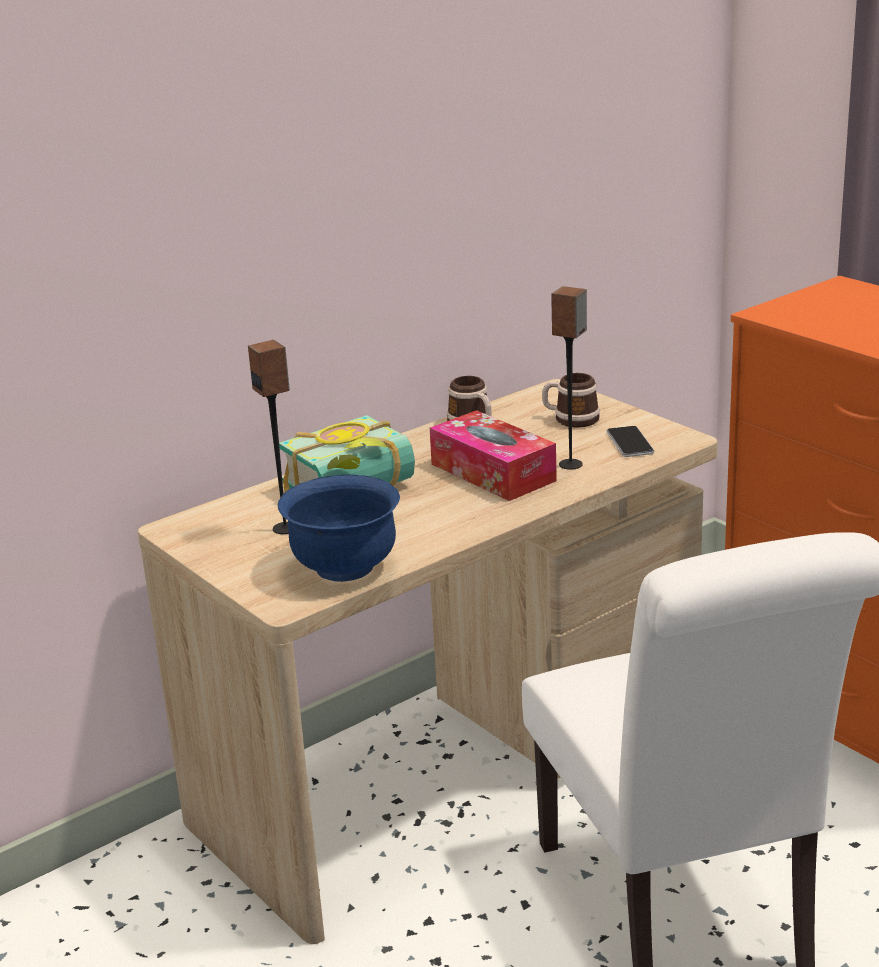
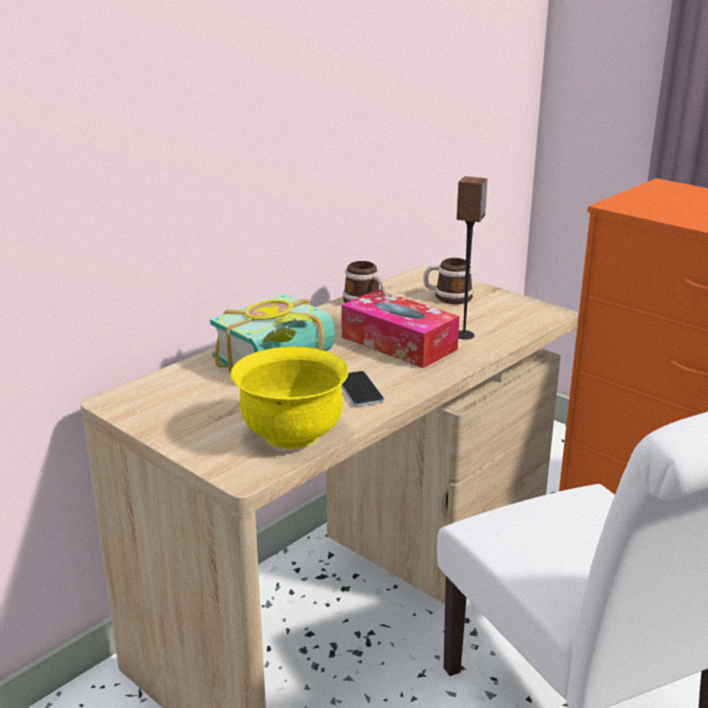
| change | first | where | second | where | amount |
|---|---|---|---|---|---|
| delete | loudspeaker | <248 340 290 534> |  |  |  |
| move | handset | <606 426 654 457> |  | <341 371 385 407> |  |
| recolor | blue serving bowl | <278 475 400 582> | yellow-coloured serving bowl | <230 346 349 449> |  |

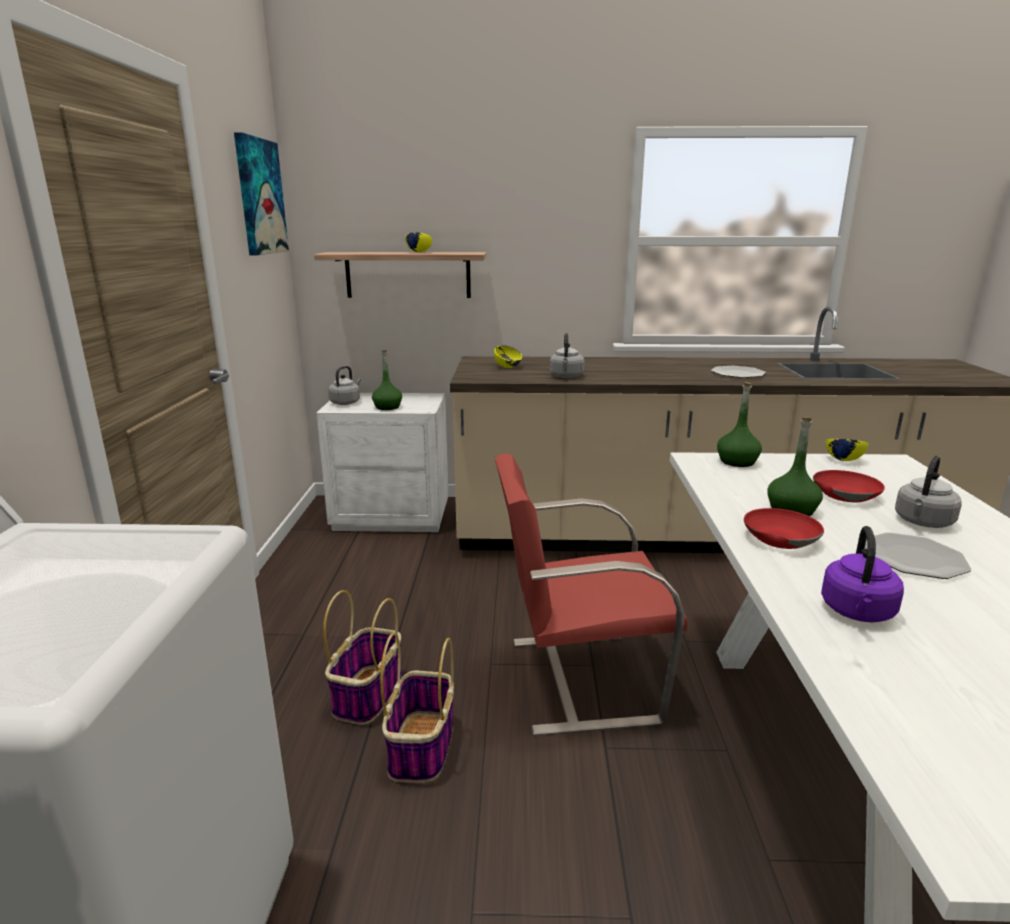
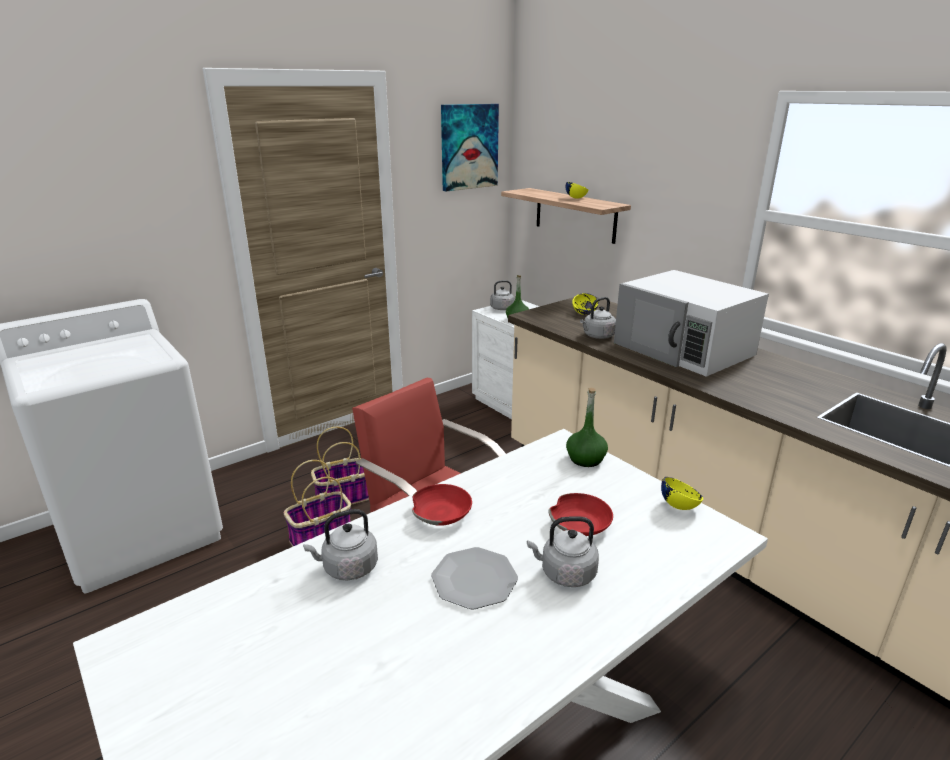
| change | first | where | second | where | amount |
|---|---|---|---|---|---|
| delete | dinner plate | <711 366 766 378> |  |  |  |
| delete | greenish drink bottle | <767 417 823 516> |  |  |  |
| recolor | purple kettle | <821 526 904 622> | greyish kettle | <303 509 378 581> |  |
| insert |  |  | whitish microwave oven | <614 270 769 377> |  |

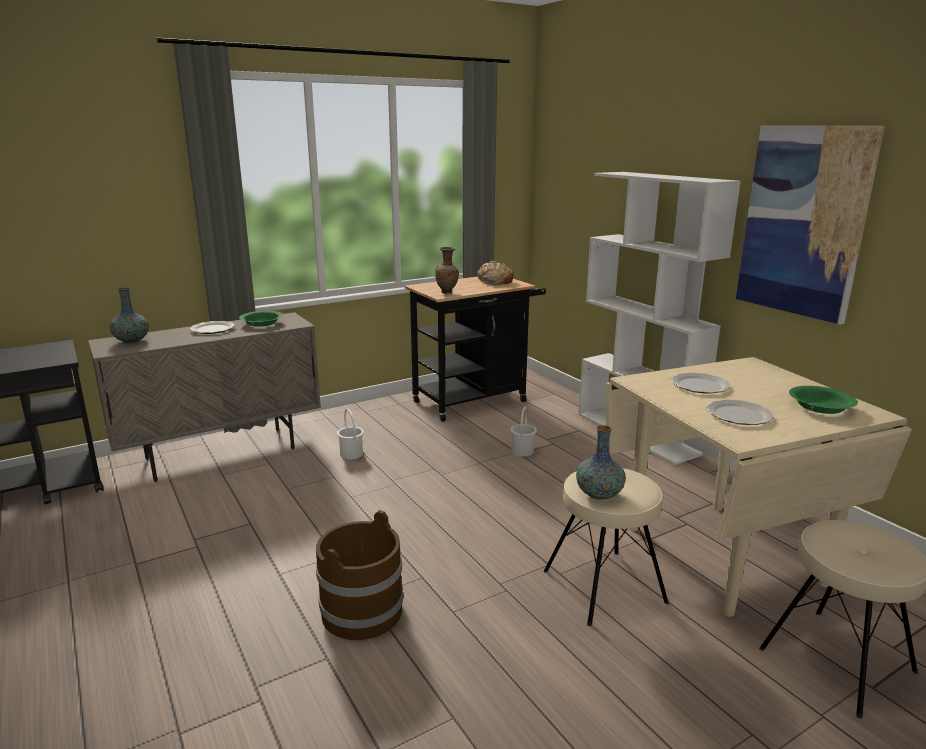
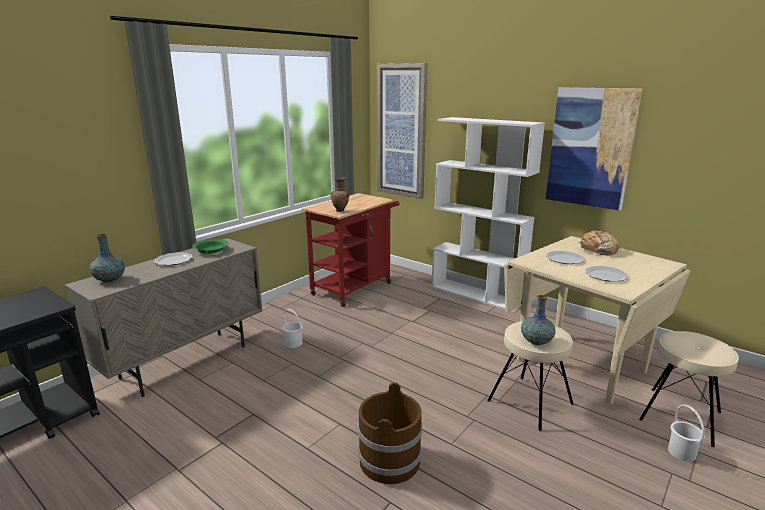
| change | first | where | second | where | amount |
|---|---|---|---|---|---|
| move | baked bread | <477 261 514 285> |  | <579 230 619 255> |  |
| recolor | black-coloured wheeled cart | <405 277 546 422> | red wheeled cart | <302 193 400 307> |  |
| delete | greenish serving bowl | <789 386 858 414> |  |  |  |
| move | whitish water bucket | <510 406 537 456> |  | <668 404 705 462> |  |
| insert |  |  | wall picture | <377 63 427 199> |  |

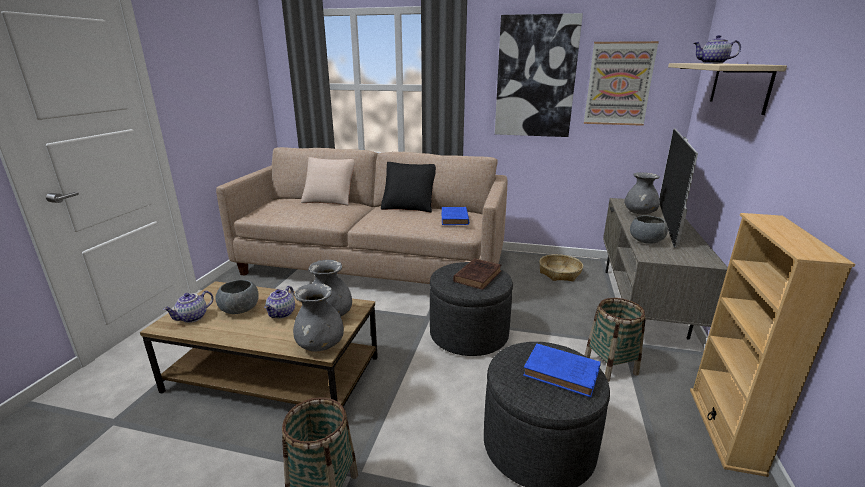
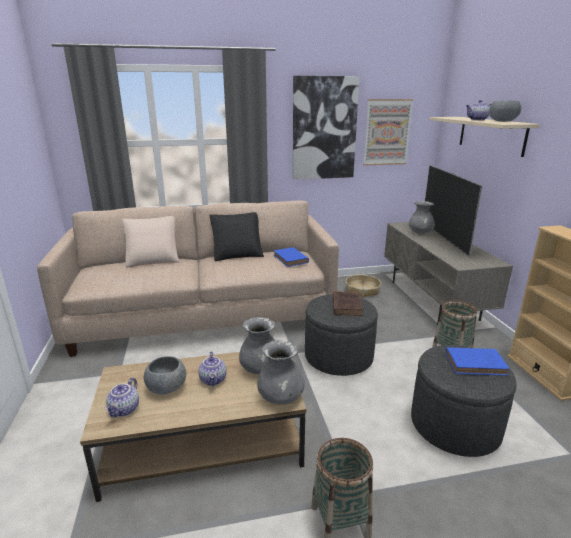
| change | first | where | second | where | amount |
|---|---|---|---|---|---|
| move | greyish serving bowl | <630 215 668 244> |  | <489 100 521 122> |  |

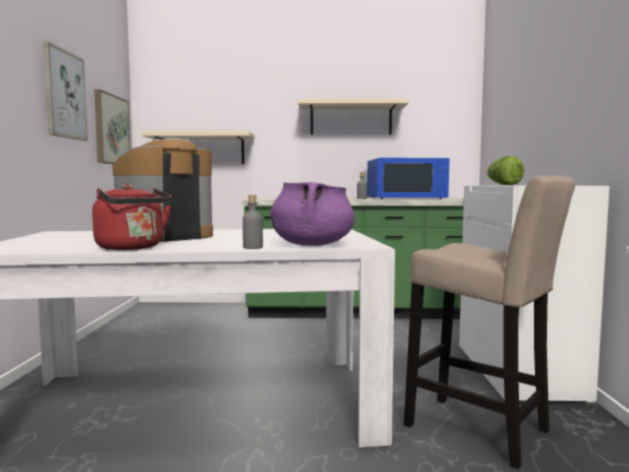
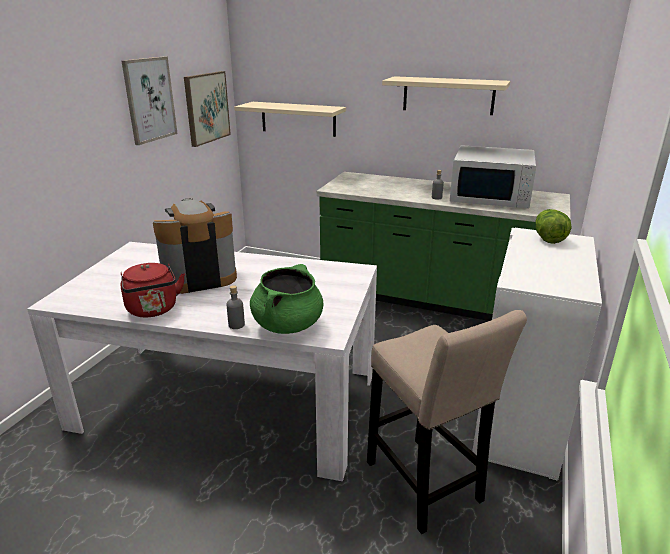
| change | first | where | second | where | amount |
|---|---|---|---|---|---|
| recolor | blue microwave oven | <367 158 449 199> | whitish microwave oven | <450 145 536 209> |  |
| recolor | purple saucepot | <270 182 355 246> | greenish saucepot | <250 264 324 334> |  |

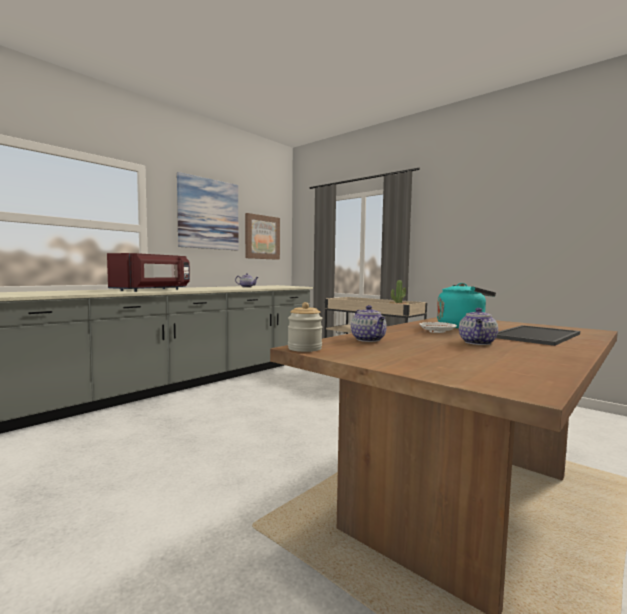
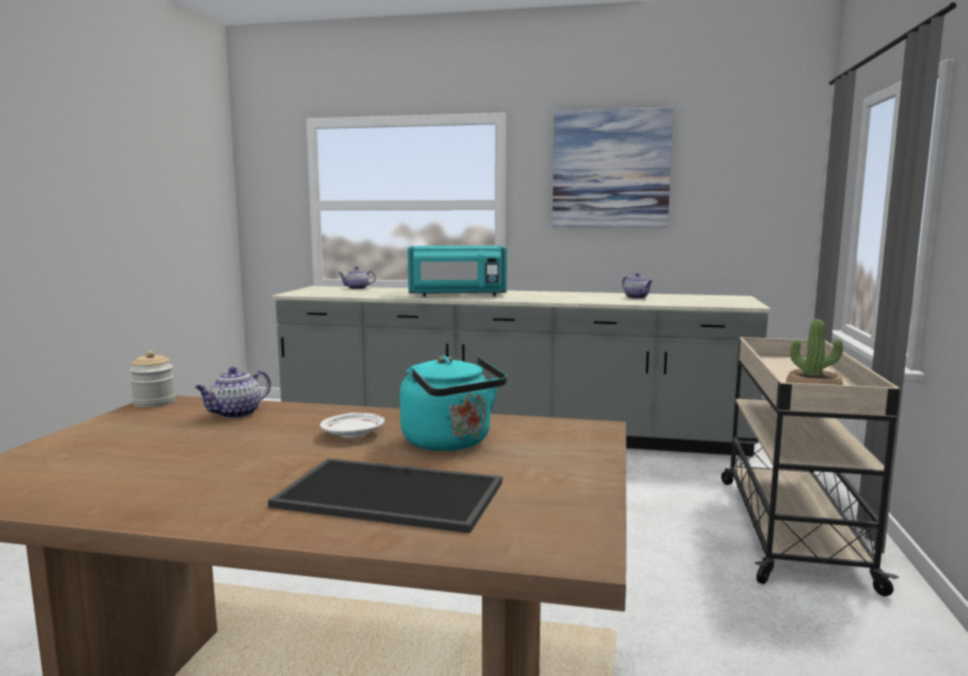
| change | first | where | second | where | amount |
|---|---|---|---|---|---|
| delete | wall picture | <245 213 280 260> |  |  |  |
| recolor | red microwave oven | <107 253 190 292> | turquoise-coloured microwave oven | <408 246 507 297> |  |
| move | tea pot | <459 308 498 345> |  | <339 267 376 289> |  |

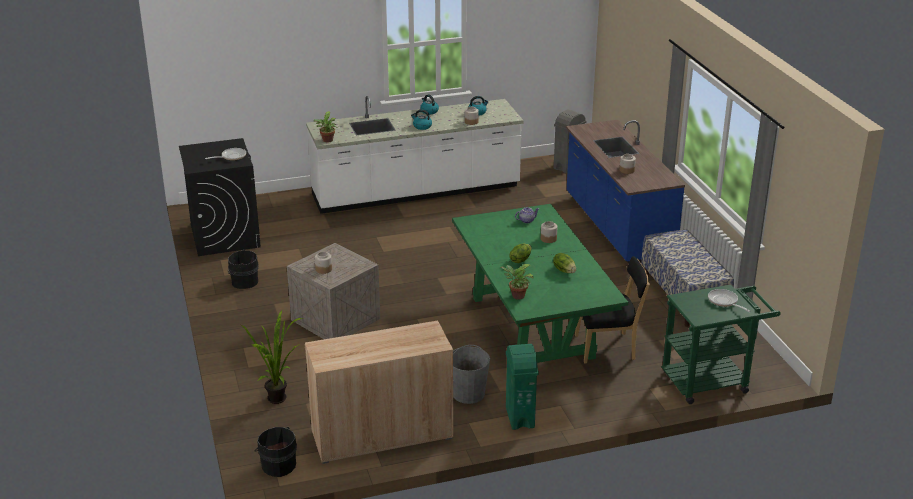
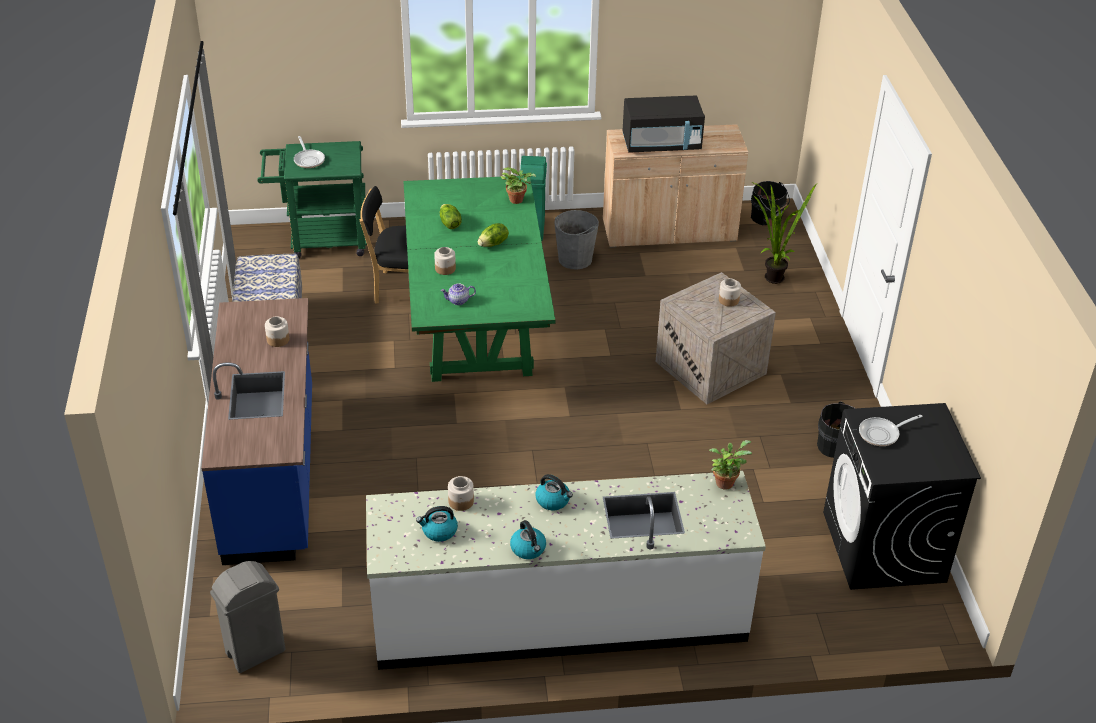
| change | first | where | second | where | amount |
|---|---|---|---|---|---|
| insert |  |  | black-coloured microwave oven | <622 96 705 153> |  |

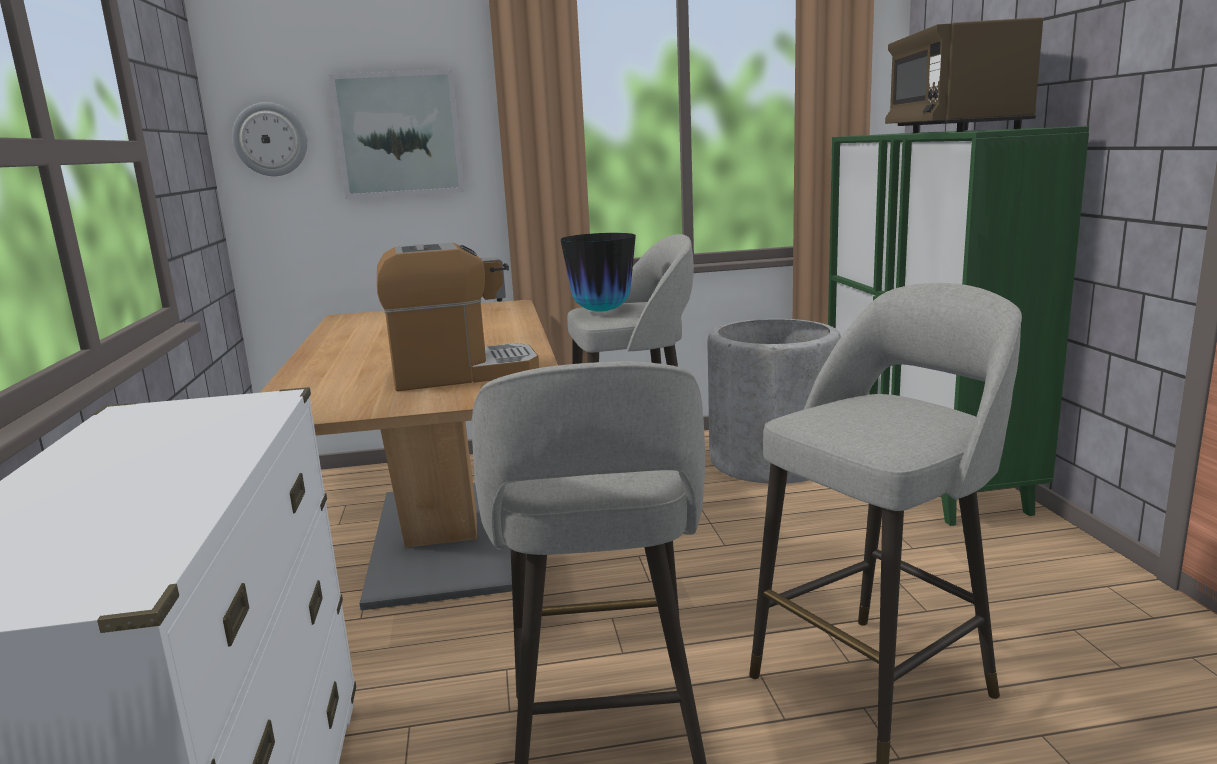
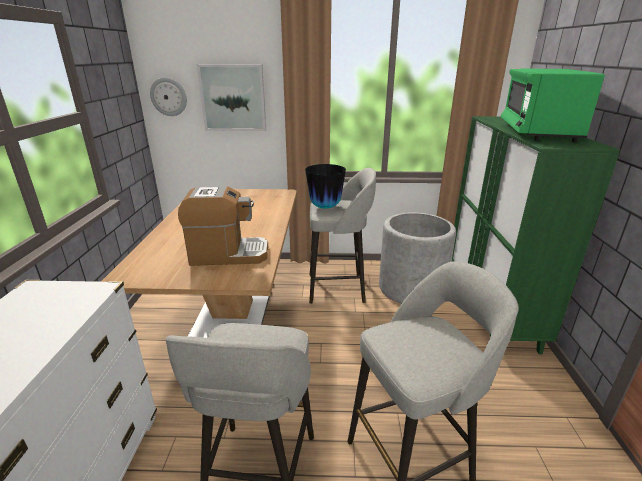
| change | first | where | second | where | amount |
|---|---|---|---|---|---|
| recolor | brown-coloured microwave oven | <885 17 1043 133> | greenish microwave oven | <501 69 605 142> |  |

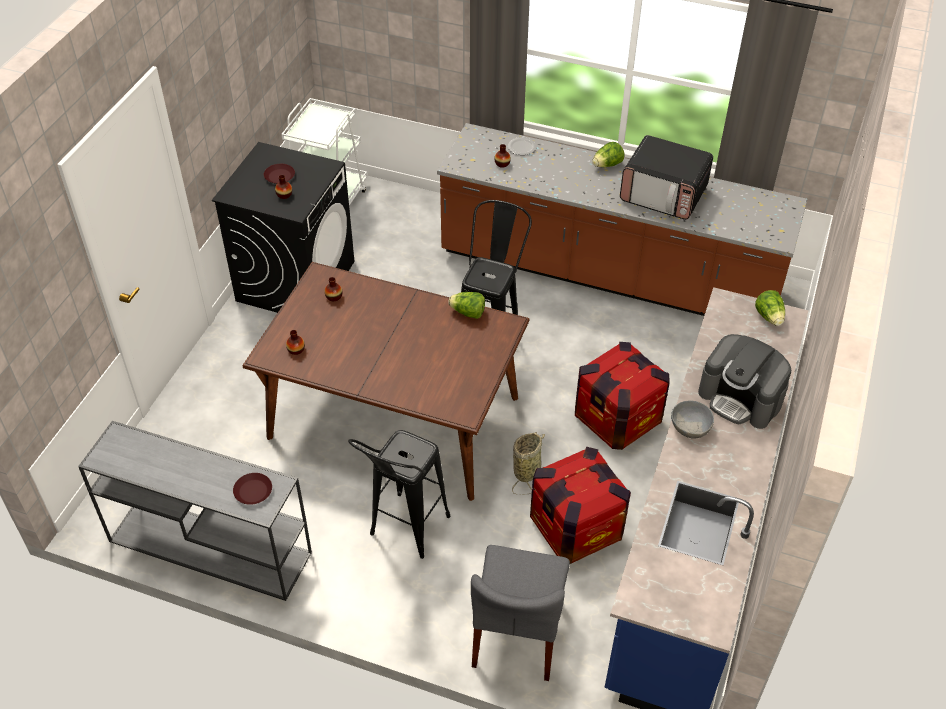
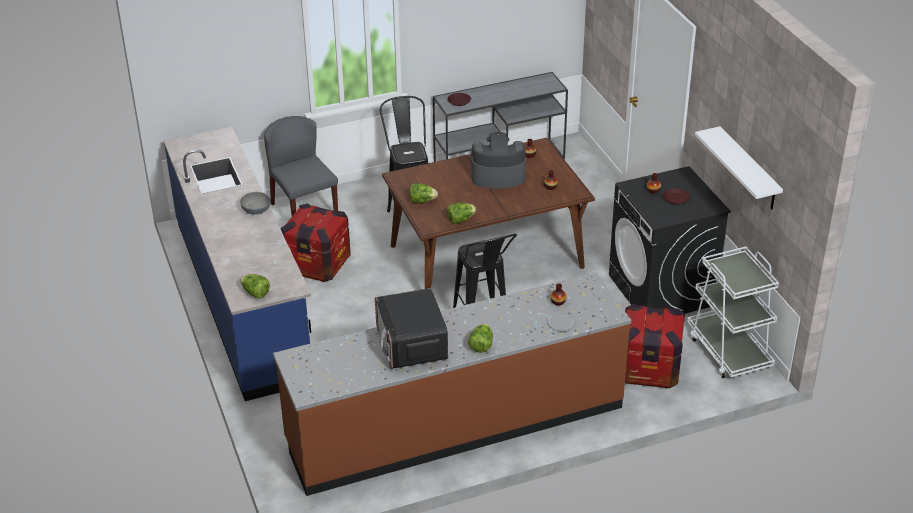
| change | first | where | second | where | amount |
|---|---|---|---|---|---|
| rotate | microwave oven | <620 135 713 220> |  | <375 288 448 369> | 90 degrees counterclockwise |
| move | coffee machine | <698 334 791 429> |  | <471 132 526 189> |  |
| move | shipping crate | <575 342 669 450> |  | <625 304 685 388> |  |
| delete | basket | <512 432 545 495> |  |  |  |
| insert |  |  | whitish shelf | <695 126 783 209> |  |
| insert |  |  | lettuce | <409 183 438 203> |  |

